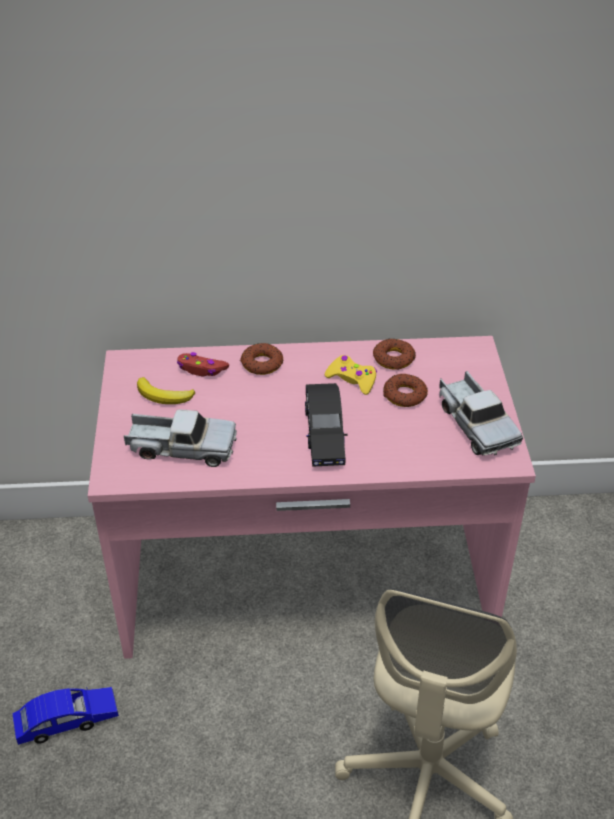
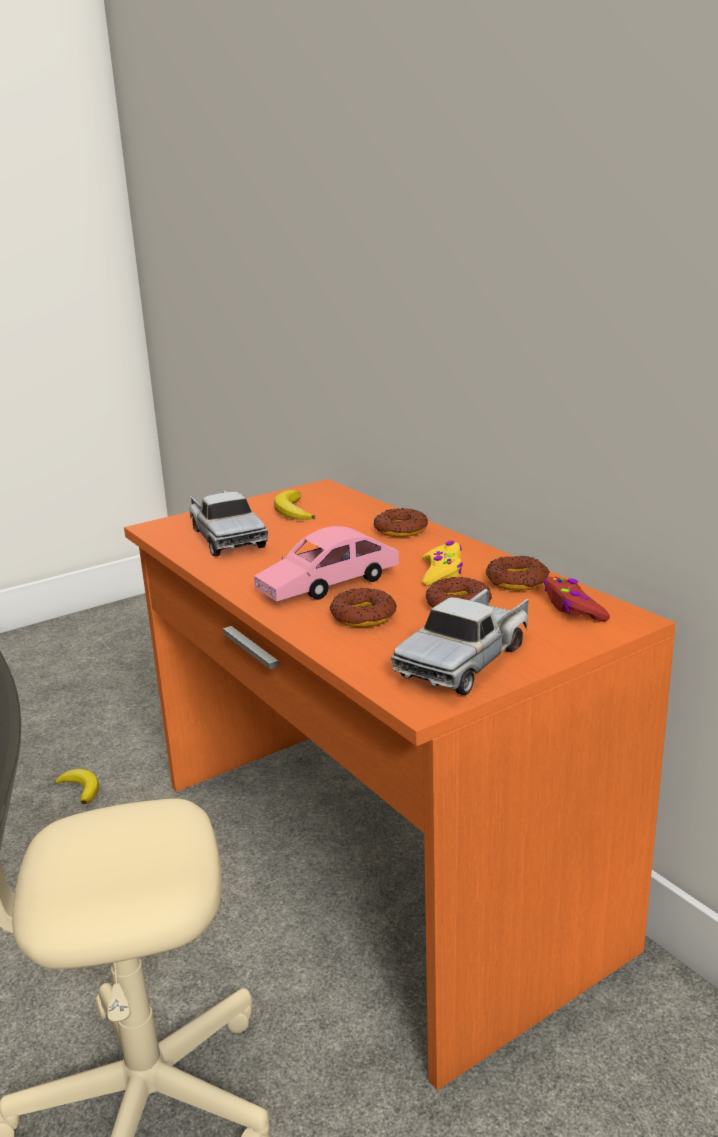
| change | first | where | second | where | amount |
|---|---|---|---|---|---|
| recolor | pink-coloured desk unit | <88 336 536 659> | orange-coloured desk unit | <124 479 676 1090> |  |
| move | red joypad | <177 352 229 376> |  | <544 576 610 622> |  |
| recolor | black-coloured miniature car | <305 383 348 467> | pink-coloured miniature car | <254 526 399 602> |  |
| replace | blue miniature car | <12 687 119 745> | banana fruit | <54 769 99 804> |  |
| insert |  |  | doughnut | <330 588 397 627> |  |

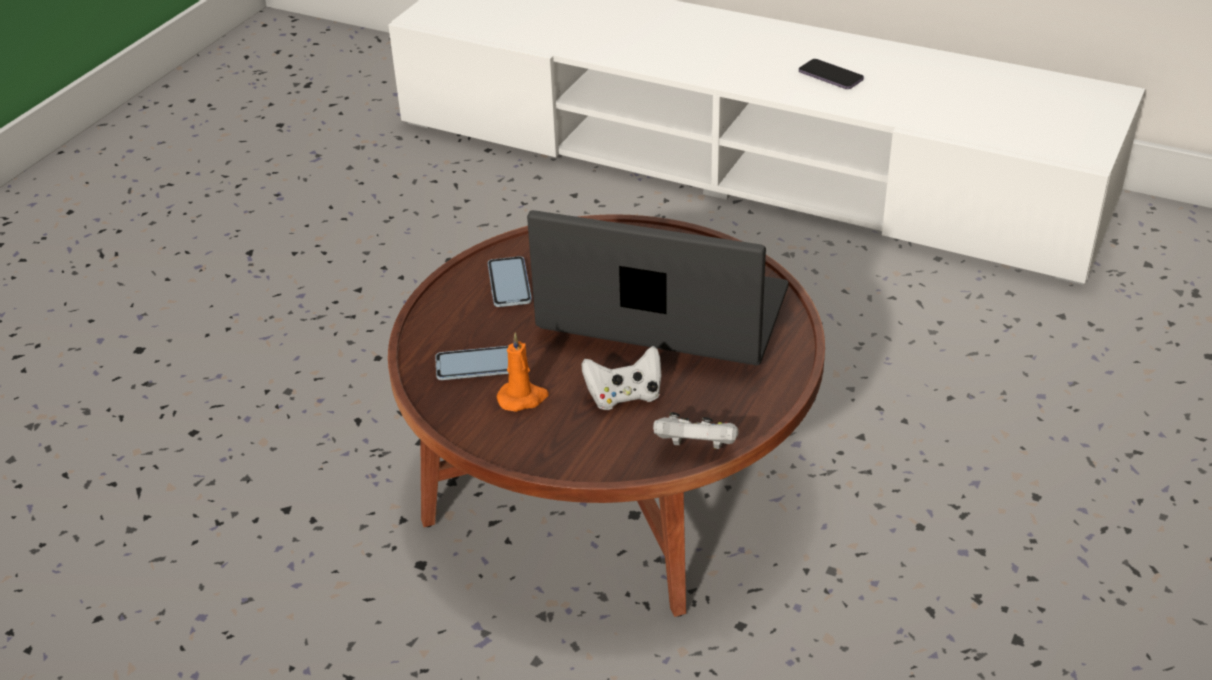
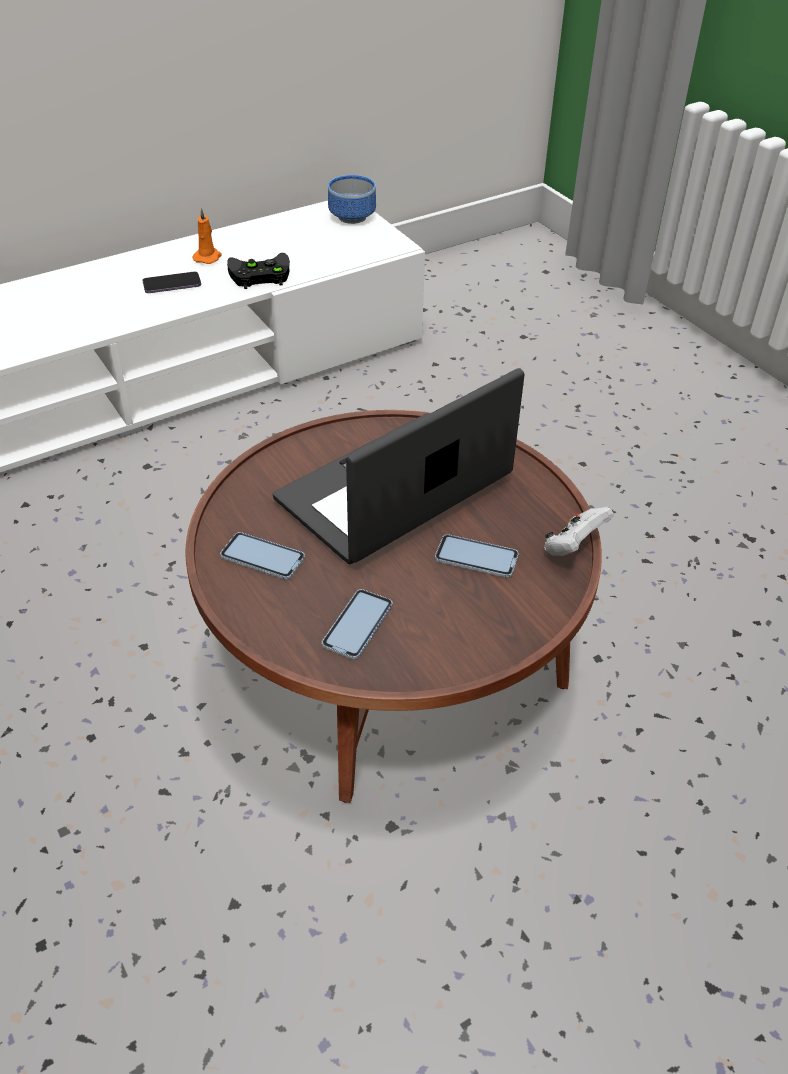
| change | first | where | second | where | amount |
|---|---|---|---|---|---|
| move | orange-coloured wax light | <496 332 549 412> |  | <192 207 222 264> |  |
| replace | whitish joypad | <582 346 661 410> | handset | <435 534 519 578> |  |
| insert |  |  | serving bowl | <328 175 376 224> |  |
| insert |  |  | black-coloured joypad | <227 253 290 289> |  |

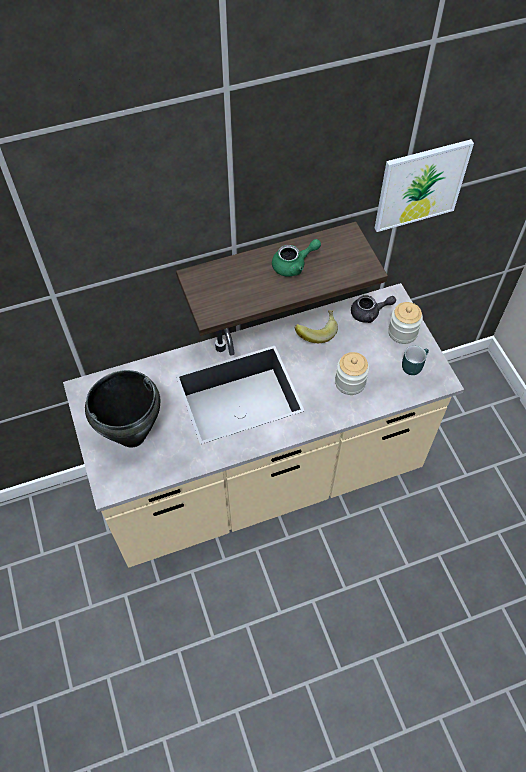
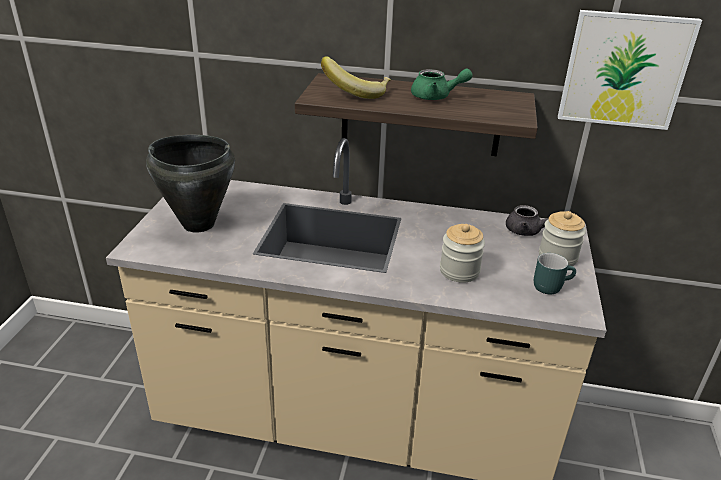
| change | first | where | second | where | amount |
|---|---|---|---|---|---|
| move | banana fruit | <295 310 338 343> |  | <321 56 391 99> |  |

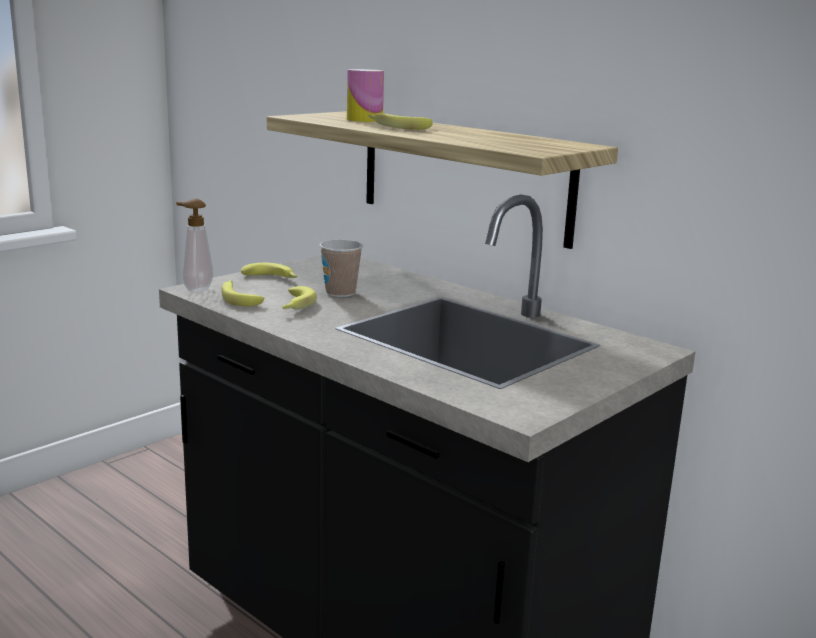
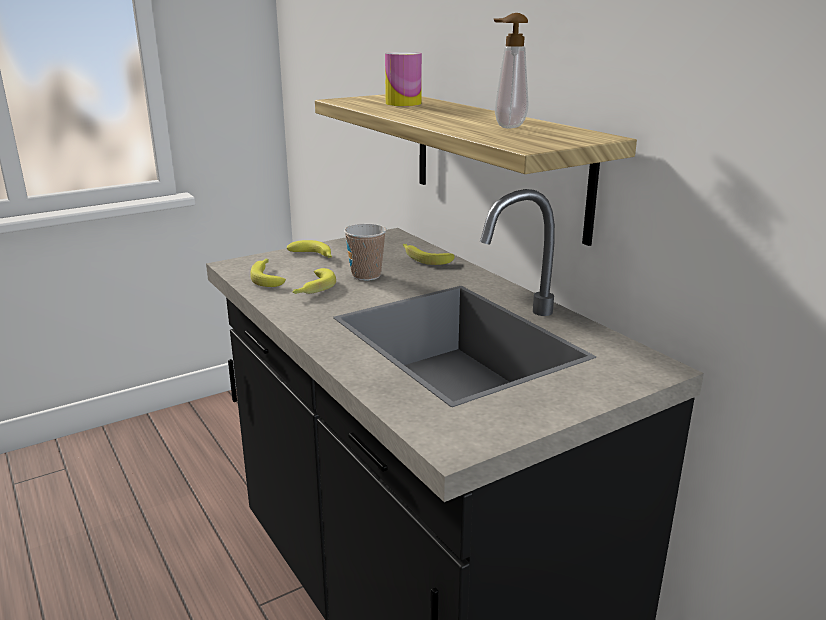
| change | first | where | second | where | amount |
|---|---|---|---|---|---|
| move | banana fruit | <368 113 433 130> |  | <403 244 455 265> |  |
| move | soap dispenser | <176 199 214 293> |  | <494 13 528 128> |  |

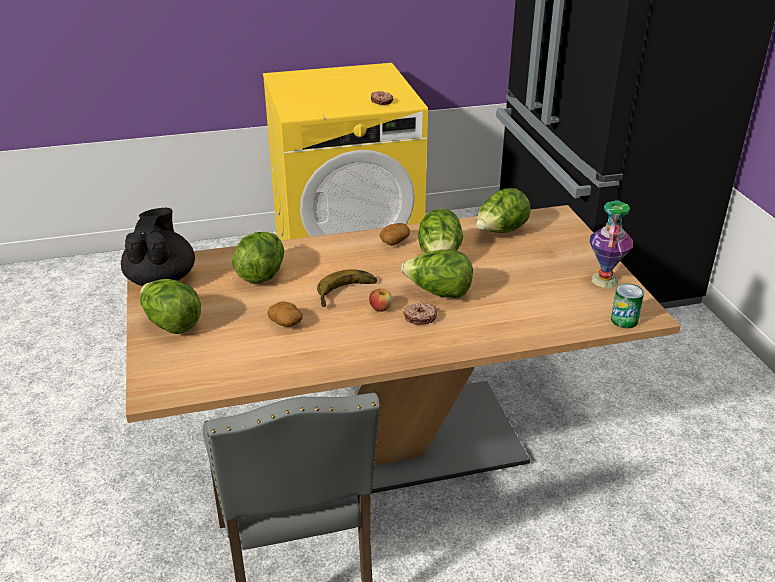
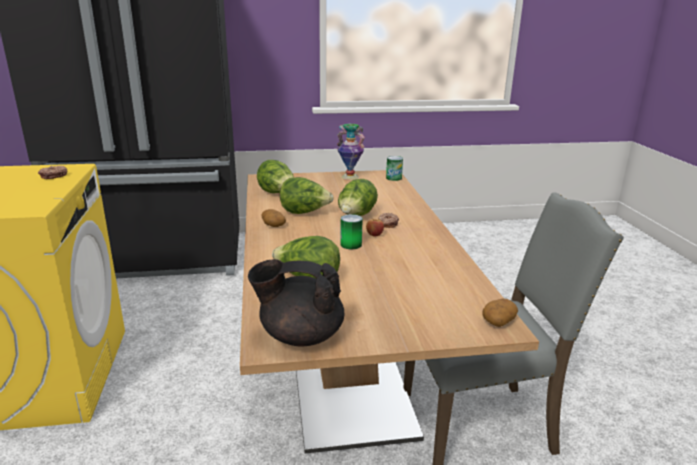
| change | first | where | second | where | amount |
|---|---|---|---|---|---|
| replace | banana fruit | <317 269 377 307> | can | <340 214 363 249> |  |
| delete | lettuce | <140 279 201 334> |  |  |  |
| move | spud | <267 301 303 327> |  | <482 299 518 327> |  |

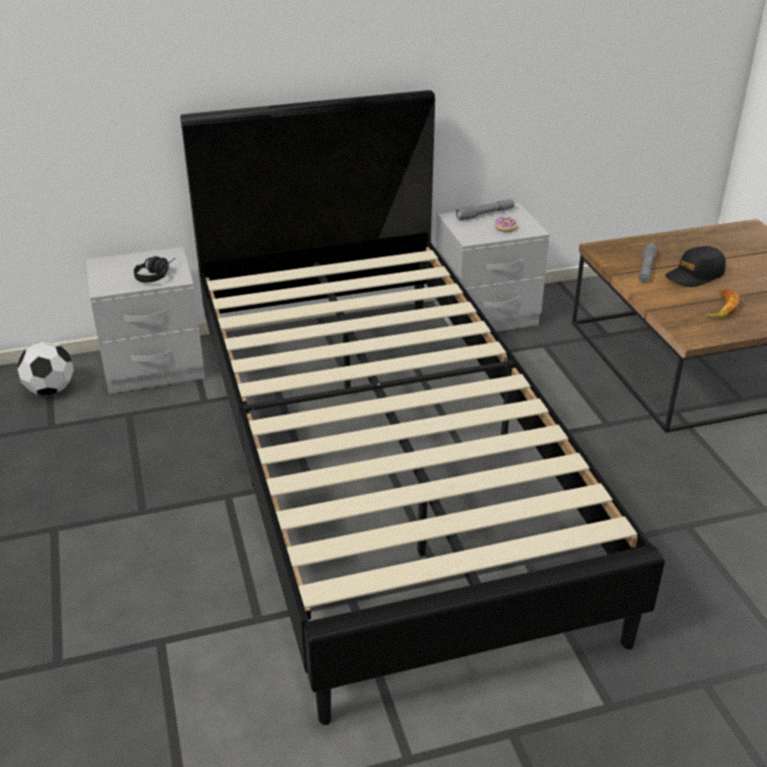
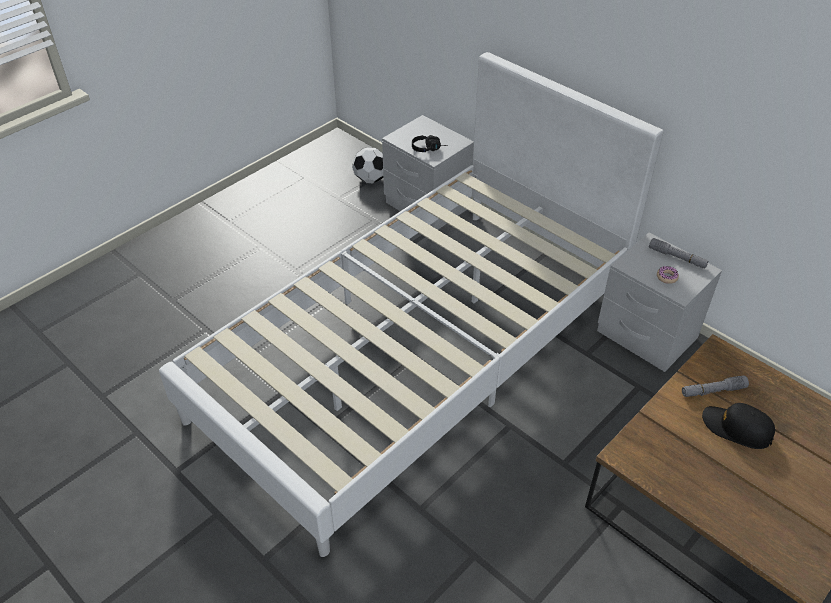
| change | first | where | second | where | amount |
|---|---|---|---|---|---|
| recolor | black-coloured sleeping bed | <180 90 665 725> | whitish sleeping bed | <159 52 663 557> |  |
| delete | banana fruit | <705 289 740 318> |  |  |  |

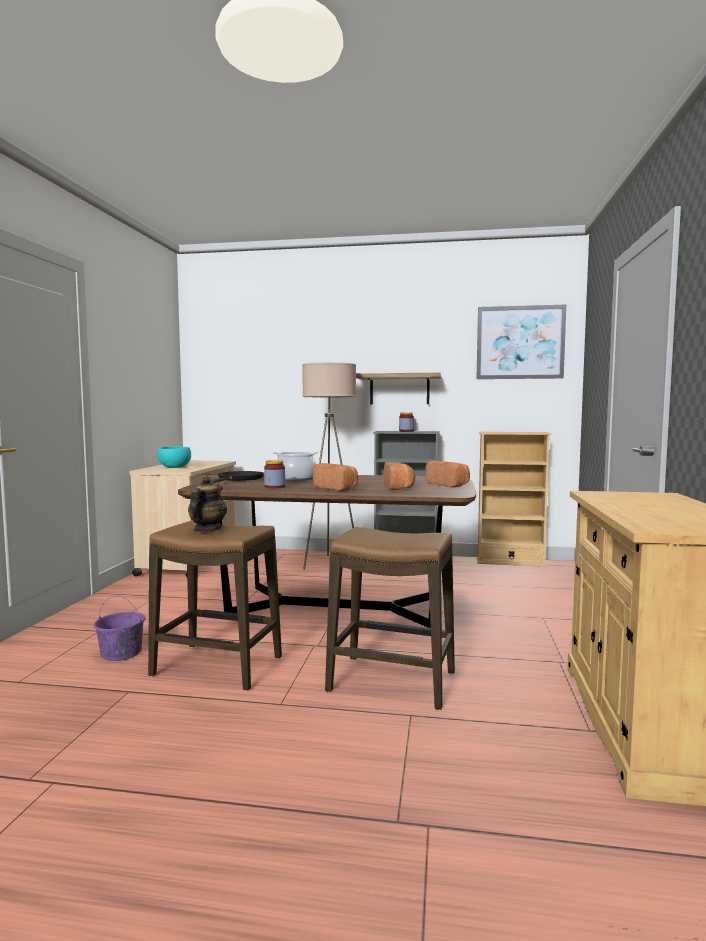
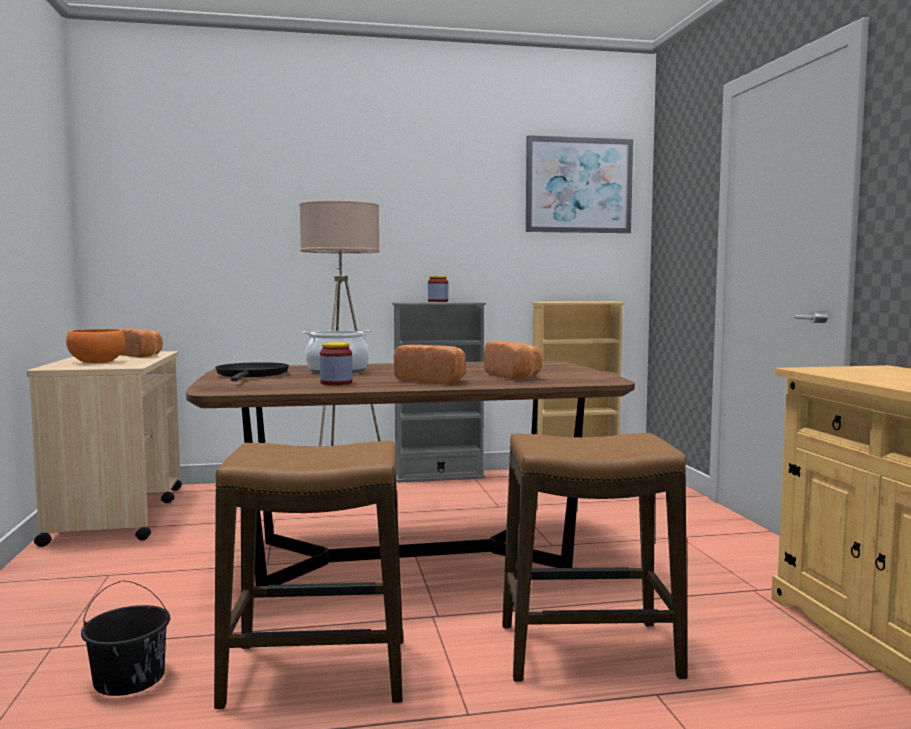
| change | first | where | second | where | amount |
|---|---|---|---|---|---|
| delete | shelf | <356 373 441 404> |  |  |  |
| recolor | turquoise-coloured serving bowl | <157 447 191 468> | orange-coloured serving bowl | <66 329 125 363> |  |
| move | baked bread | <426 461 470 487> |  | <120 328 163 357> |  |
| delete | tea pot | <188 476 227 532> |  |  |  |
| recolor | purple water bucket | <94 595 146 661> | black-coloured water bucket | <81 581 171 696> |  |

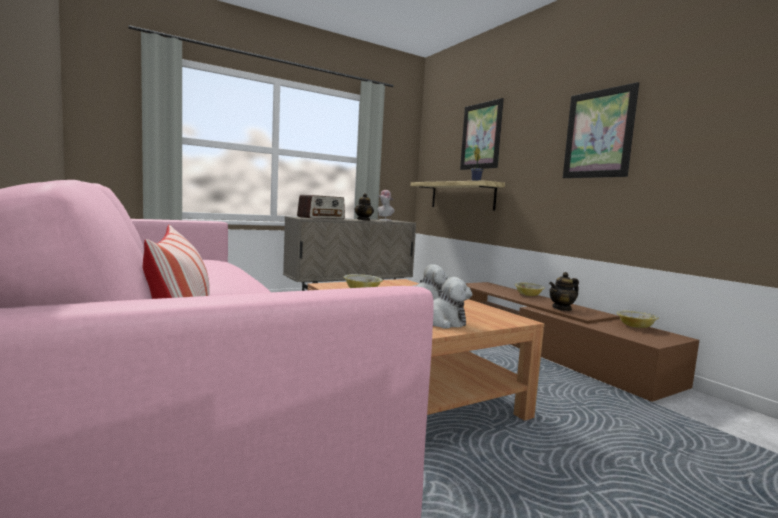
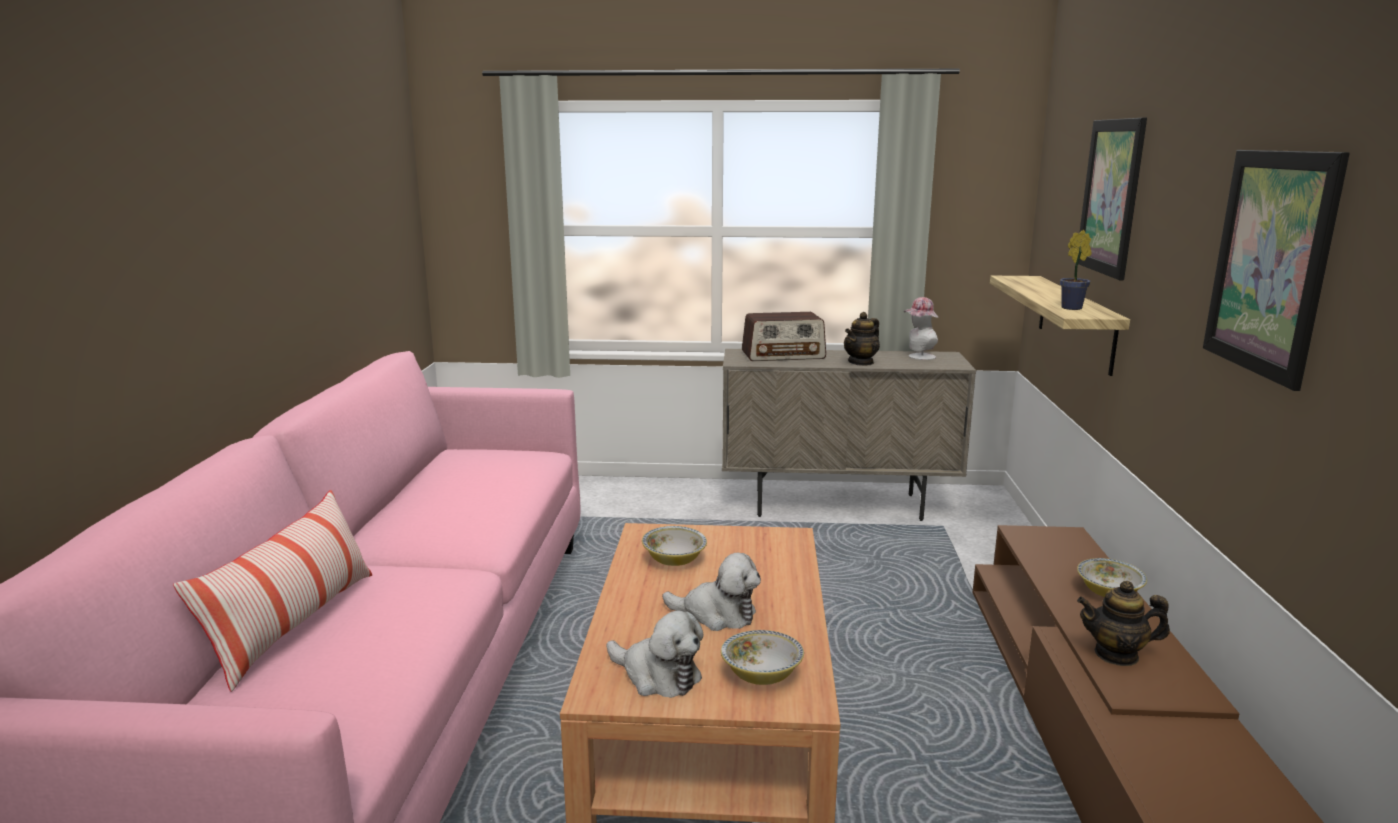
| change | first | where | second | where | amount |
|---|---|---|---|---|---|
| move | serving bowl | <617 311 659 328> |  | <721 630 804 685> |  |

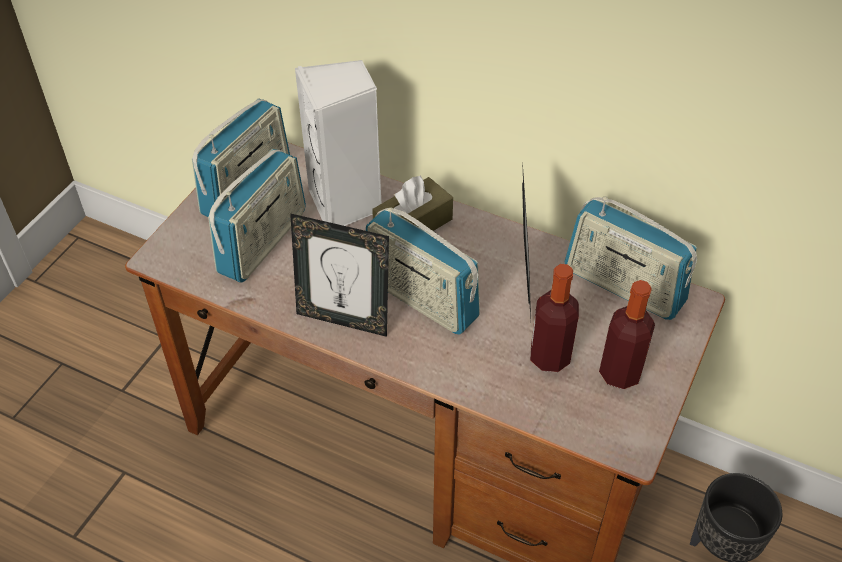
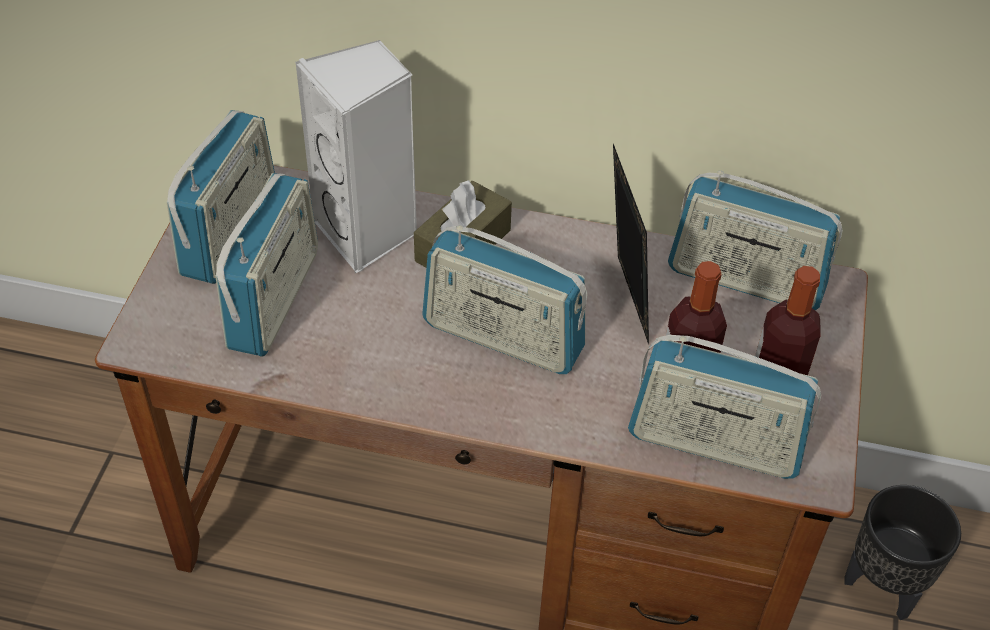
| change | first | where | second | where | amount |
|---|---|---|---|---|---|
| delete | picture frame | <290 213 389 337> |  |  |  |
| insert |  |  | radio | <628 335 822 479> |  |

